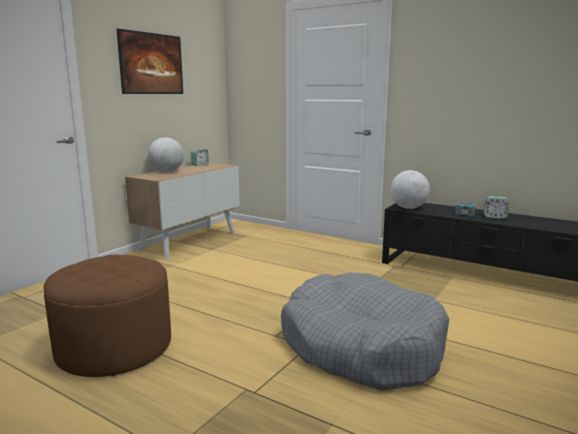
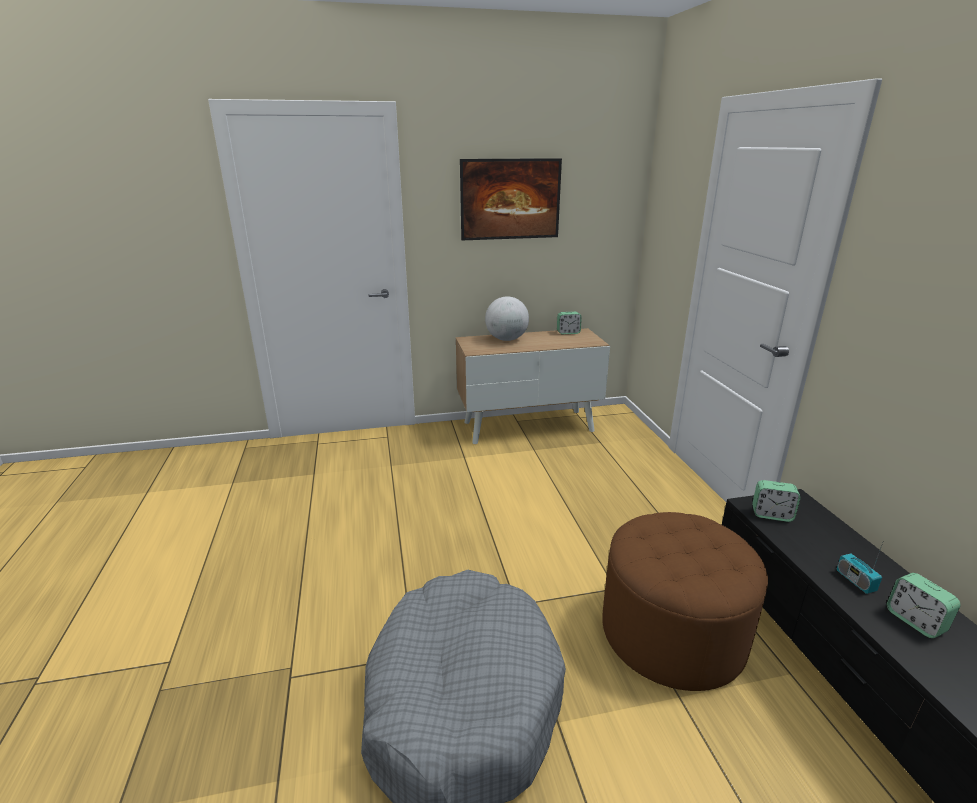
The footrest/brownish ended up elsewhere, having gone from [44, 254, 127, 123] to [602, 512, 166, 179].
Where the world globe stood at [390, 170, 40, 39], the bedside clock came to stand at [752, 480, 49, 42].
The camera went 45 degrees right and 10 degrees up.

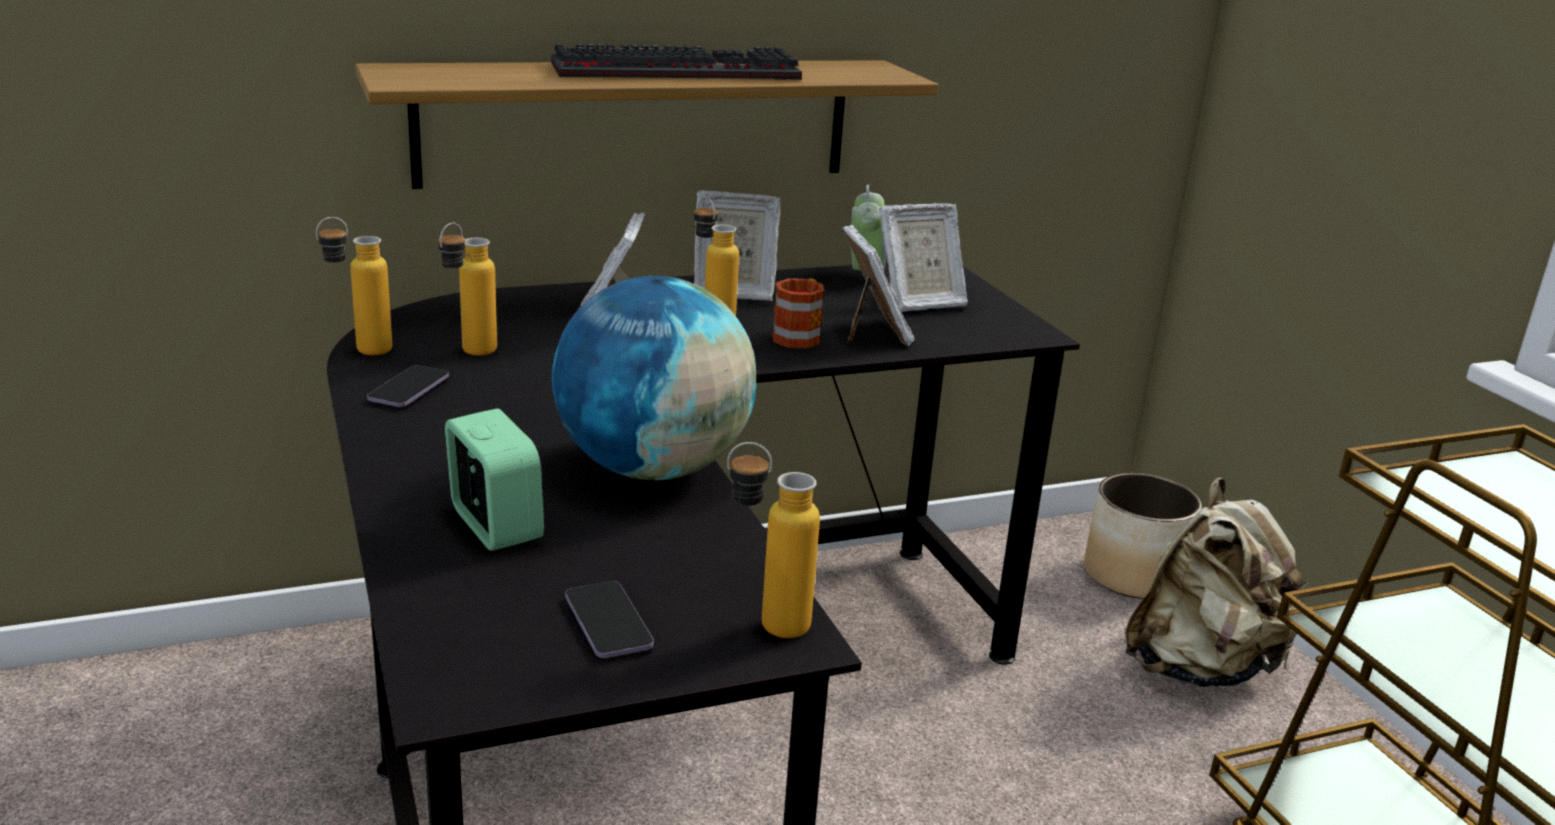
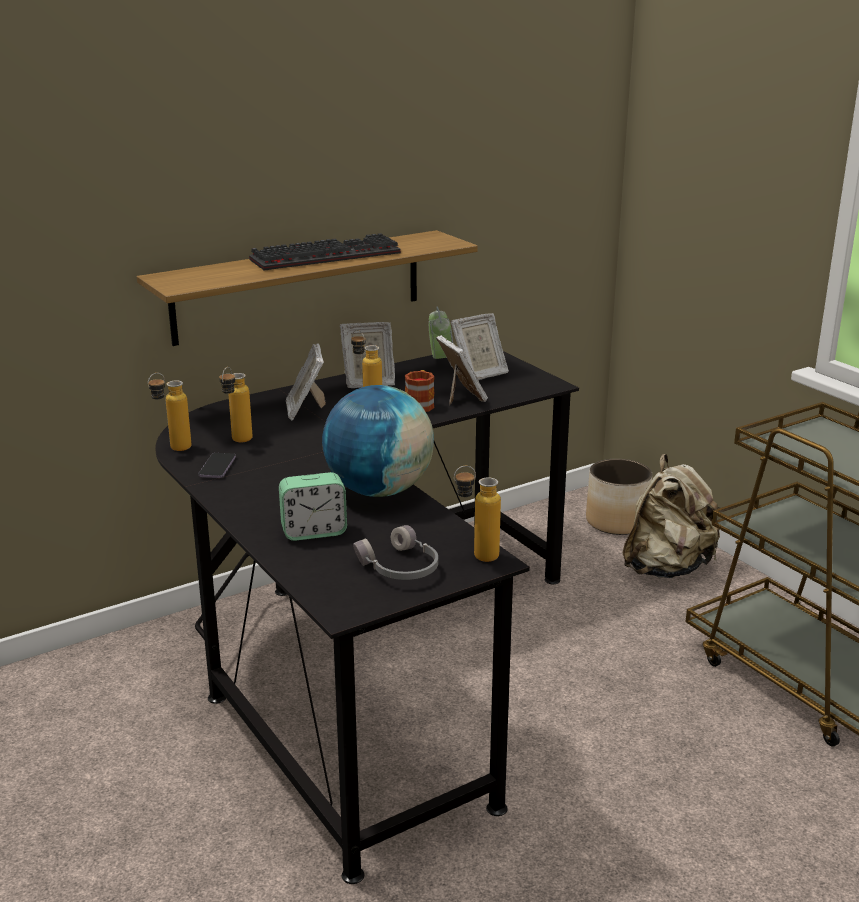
Where the telephone stood at [565, 581, 89, 77], the headphones/greyish came to stand at [353, 525, 85, 55].
The bedside clock at [445, 409, 99, 142] ended up facing another way, 120 degrees clockwise from before.
The camera went 10 degrees left and 0 degrees up.

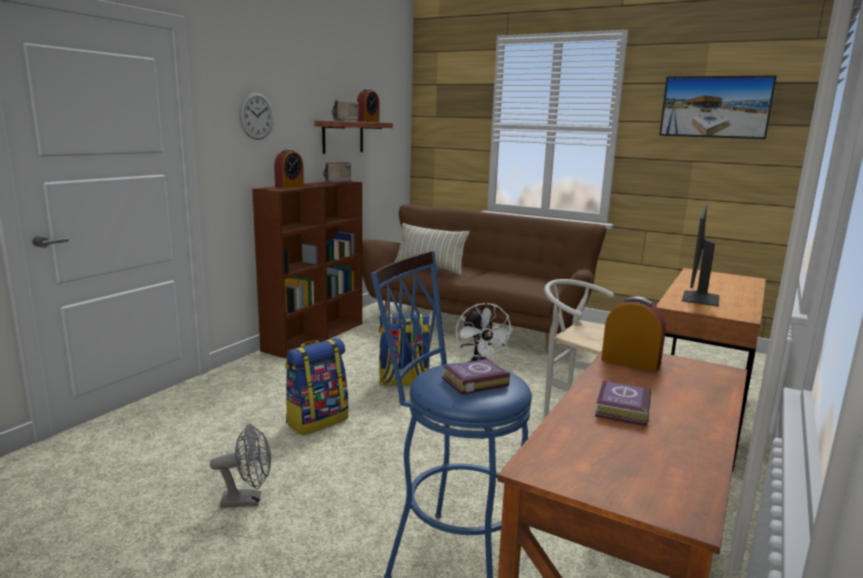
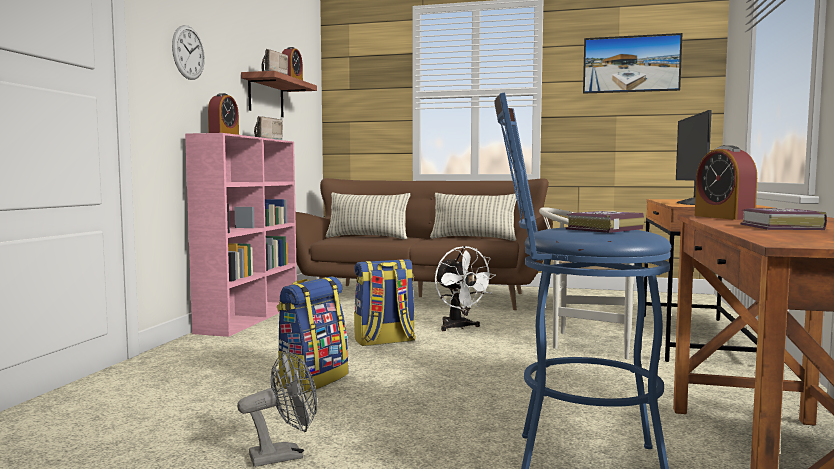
The second view gained the cushion at [430, 193, 88, 48].
What was the bookcase/brownish at [252, 181, 110, 177] turned into the bookcase/pinkish at [185, 133, 112, 204].
The bedside clock at [601, 296, 65, 76] ended up facing another way, 120 degrees counterclockwise from before.
The camera went 15 degrees left and 10 degrees down.

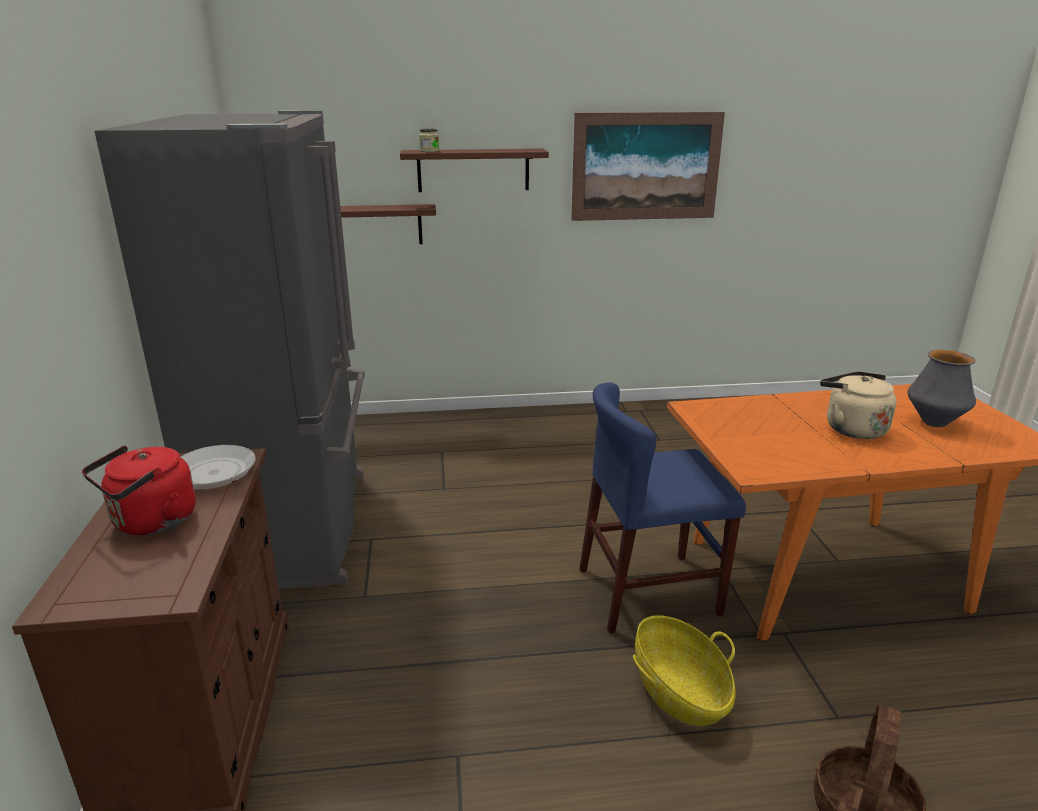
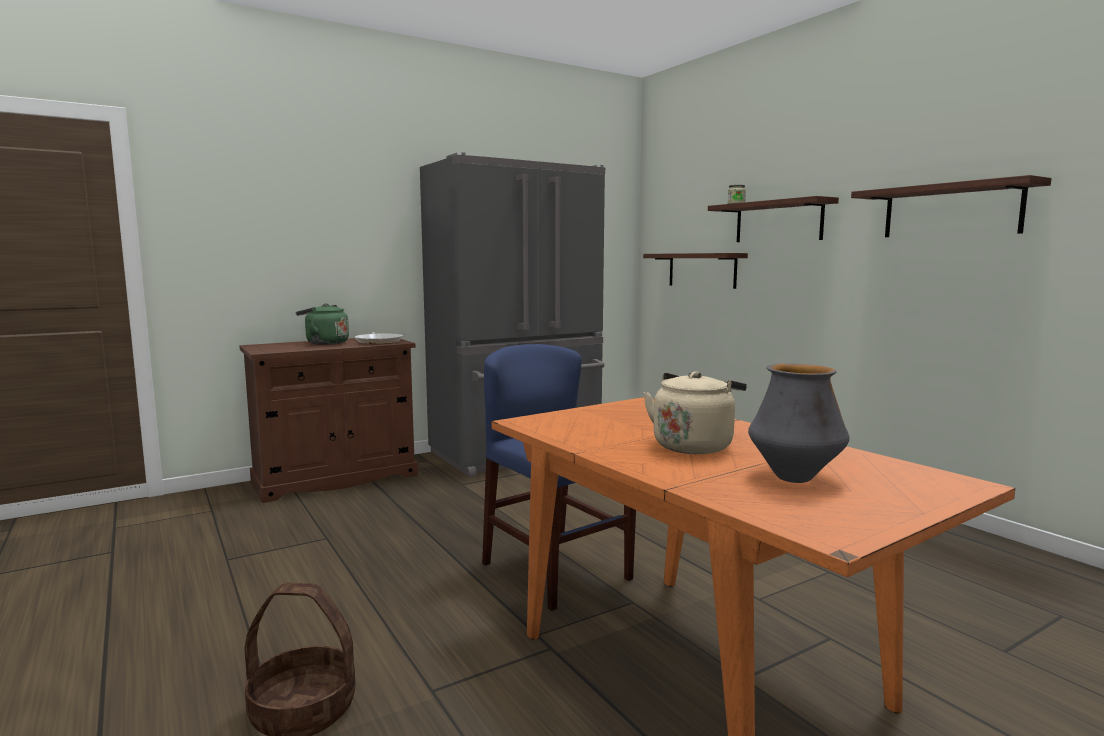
The second view lost the household basket at [633, 615, 103, 111].
Where the wall art hung at [571, 112, 154, 109], the bracket shelf came to hang at [851, 175, 201, 62].
What was the water kettle/red-coloured at [82, 446, 114, 89] turned into the water kettle/green at [296, 303, 53, 42].
The camera went 65 degrees right and 15 degrees down.

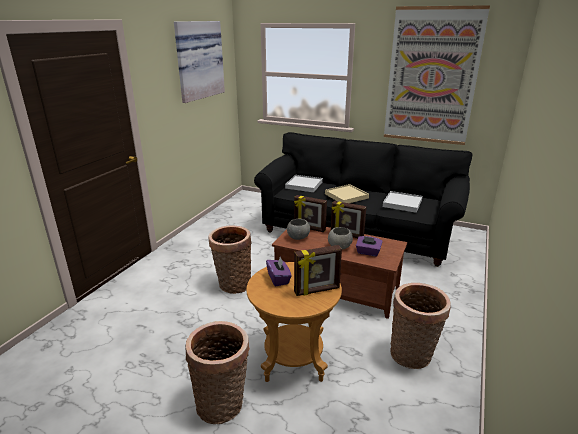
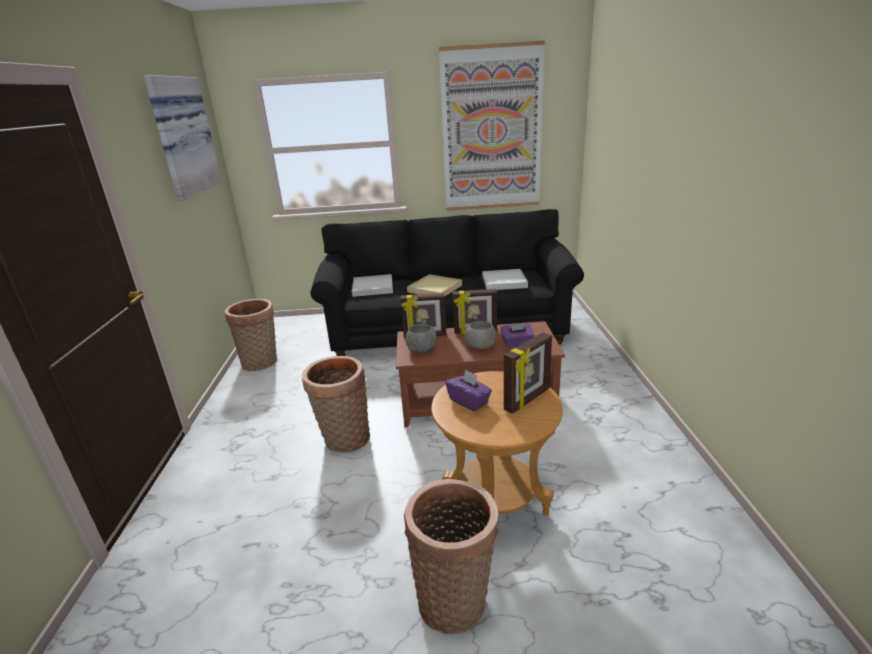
The household basket ended up elsewhere, having gone from [390, 283, 61, 86] to [225, 299, 52, 72].
The camera went 25 degrees left and 0 degrees up.

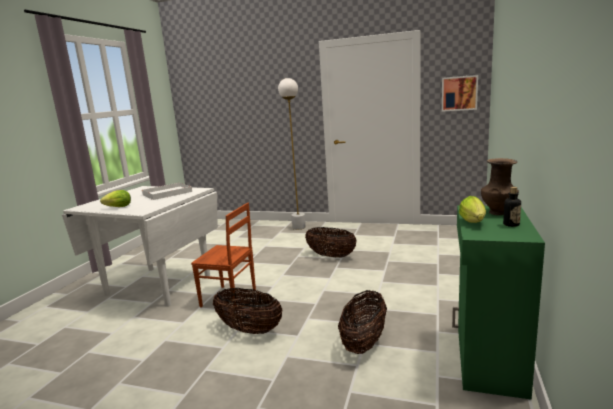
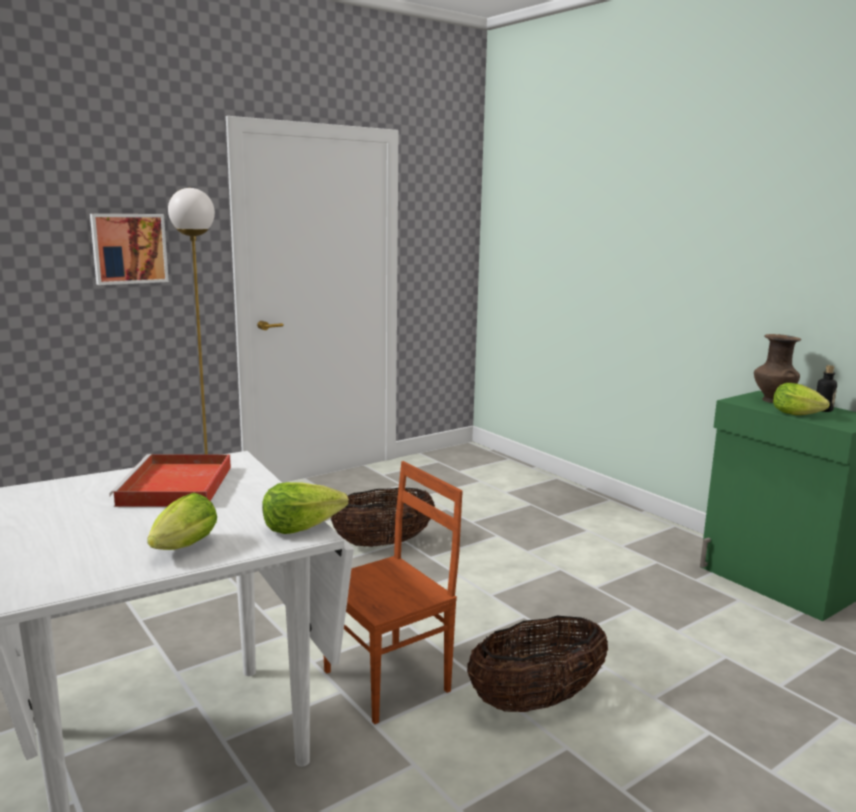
The second view lost the household basket at [338, 290, 49, 64].
The second view gained the head of lettuce at [262, 482, 87, 52].
The wall art ended up elsewhere, having gone from [442, 75, 36, 37] to [90, 214, 79, 71].
What was the serving tray/white-coloured at [142, 183, 50, 17] turned into the serving tray/red-coloured at [109, 454, 122, 53].
The camera went 55 degrees left and 0 degrees up.

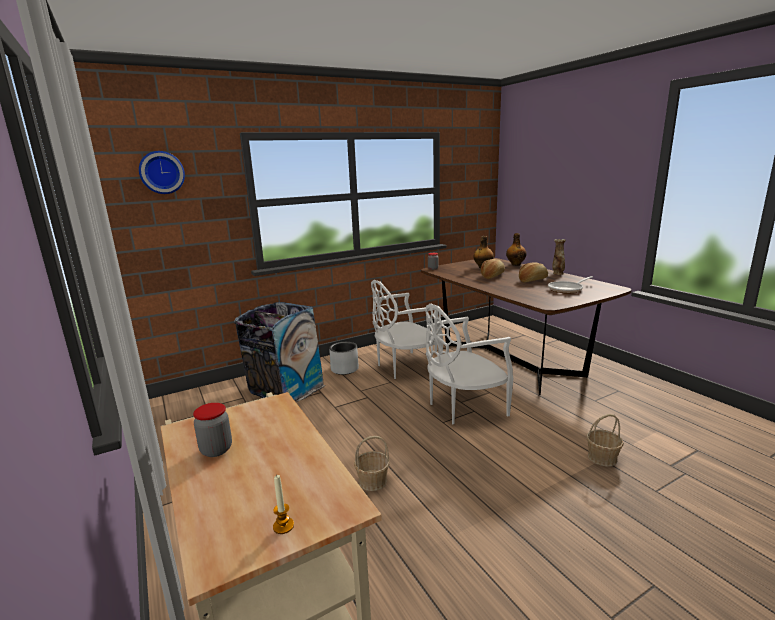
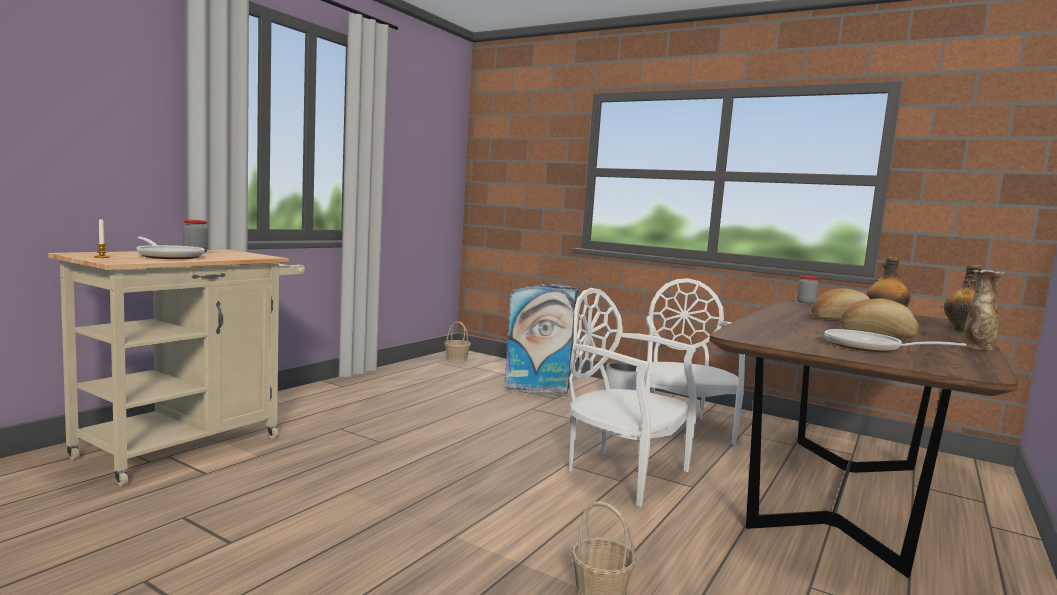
The second view lost the clock on the wall at [139, 151, 46, 43].
The second view gained the skillet at [137, 237, 68, 22].
The household basket ended up elsewhere, having gone from [354, 436, 36, 55] to [444, 321, 27, 41].
The upright chair/white-coloured at [371, 280, 72, 99] ended up facing another way, 60 degrees clockwise from before.
The camera went 60 degrees right and 10 degrees down.

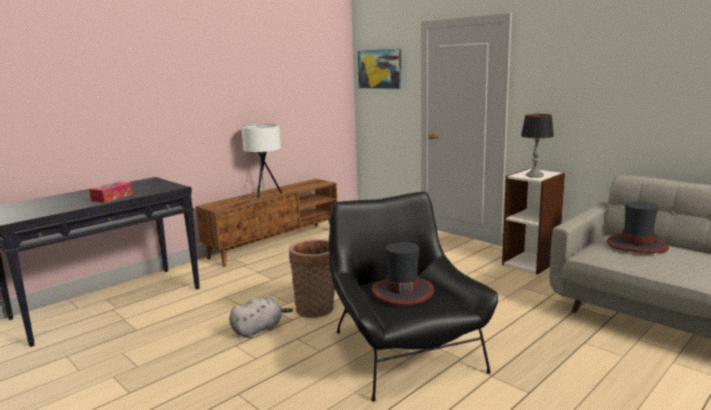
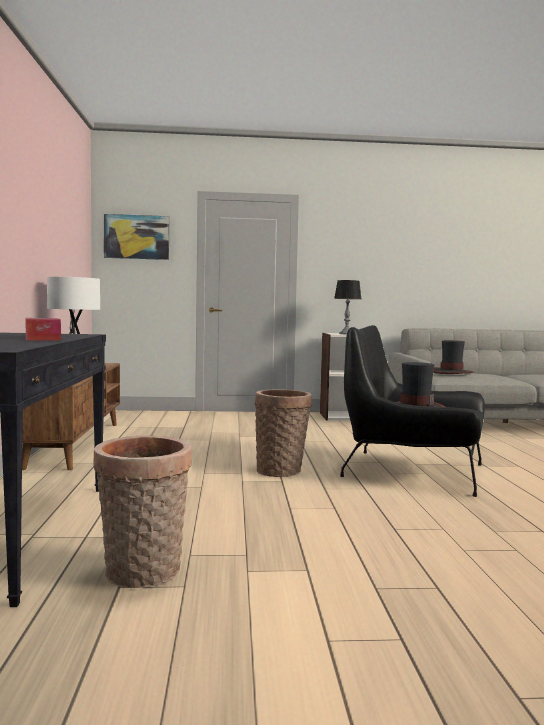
The second view lost the plush toy/greyish at [229, 297, 64, 41].
The second view gained the household basket at [93, 436, 99, 152].
The camera went 50 degrees left and 10 degrees down.

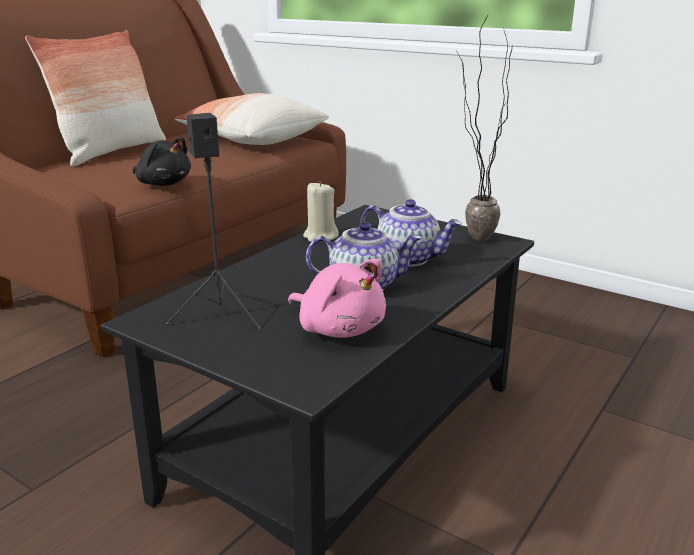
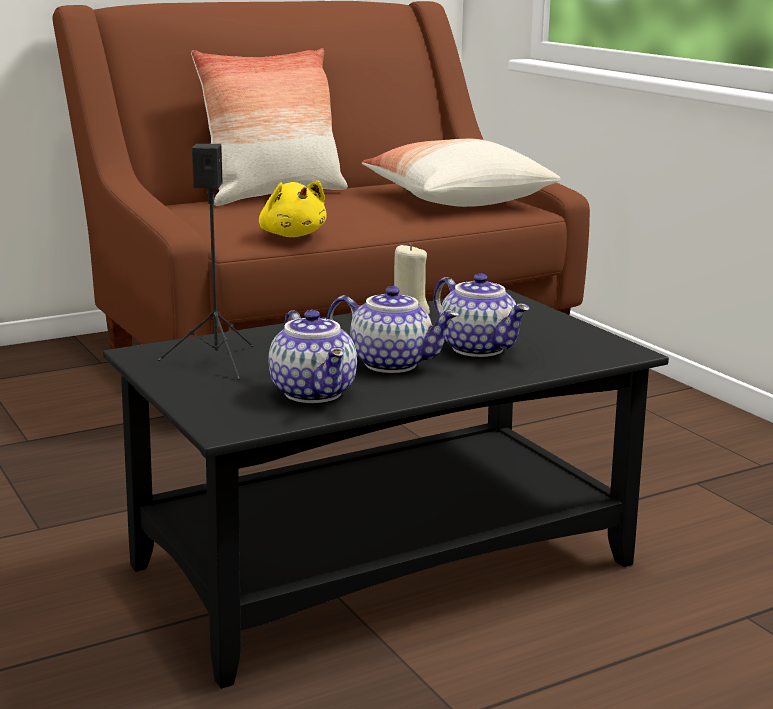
The second view lost the potted plant at [456, 17, 56, 224].
Where the plush toy/pinkish stood at [288, 259, 98, 79], the pot for tea came to stand at [268, 310, 89, 93].
What was the plush toy/black at [133, 137, 58, 49] turned into the plush toy/yellowish at [259, 181, 68, 56].
The camera went 25 degrees right and 5 degrees down.

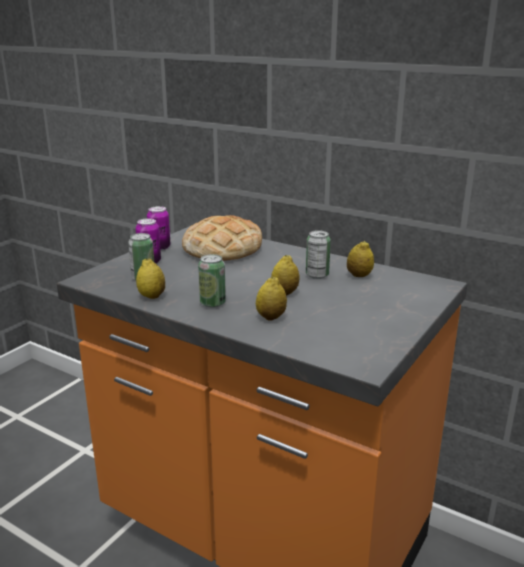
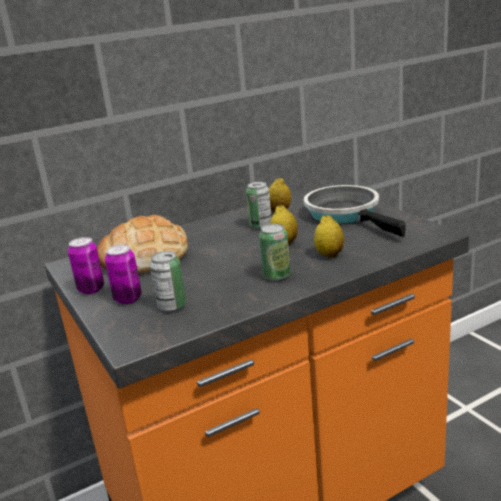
The second view lost the whole lemon at [136, 259, 29, 40].
The second view gained the skillet at [304, 185, 102, 52].
The camera went 60 degrees left and 0 degrees up.

